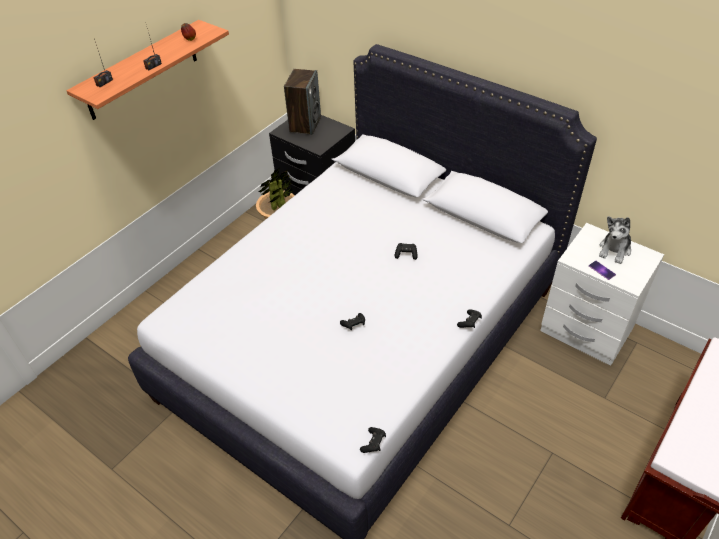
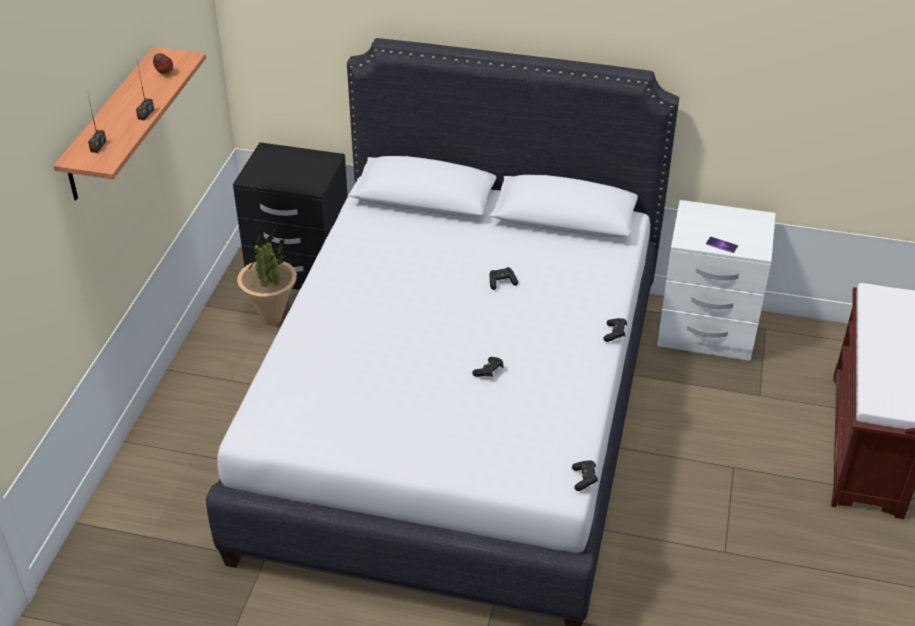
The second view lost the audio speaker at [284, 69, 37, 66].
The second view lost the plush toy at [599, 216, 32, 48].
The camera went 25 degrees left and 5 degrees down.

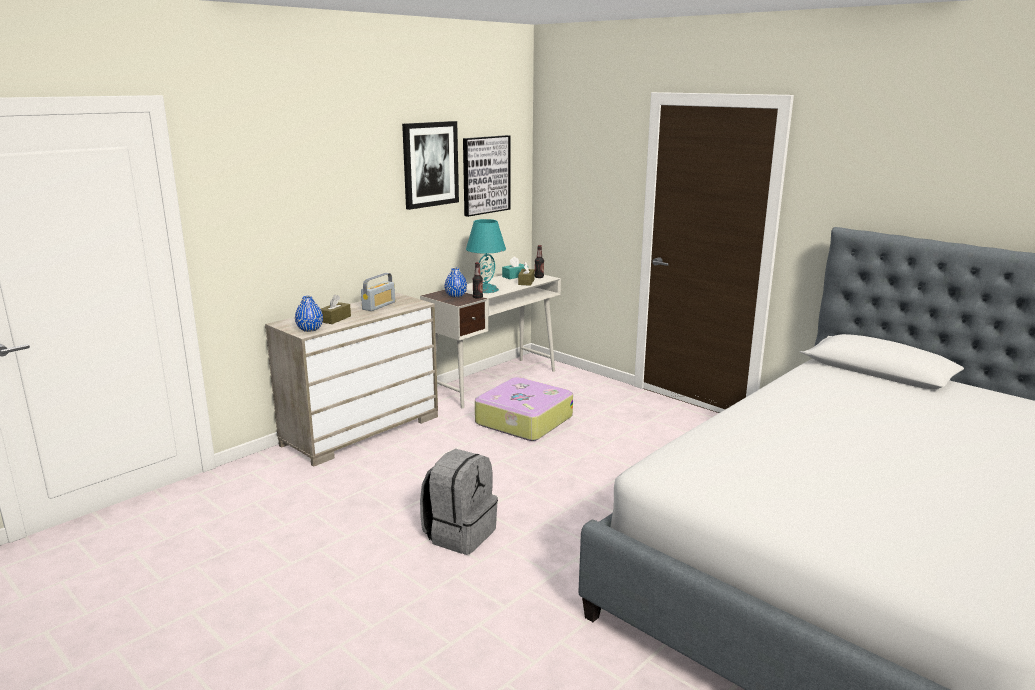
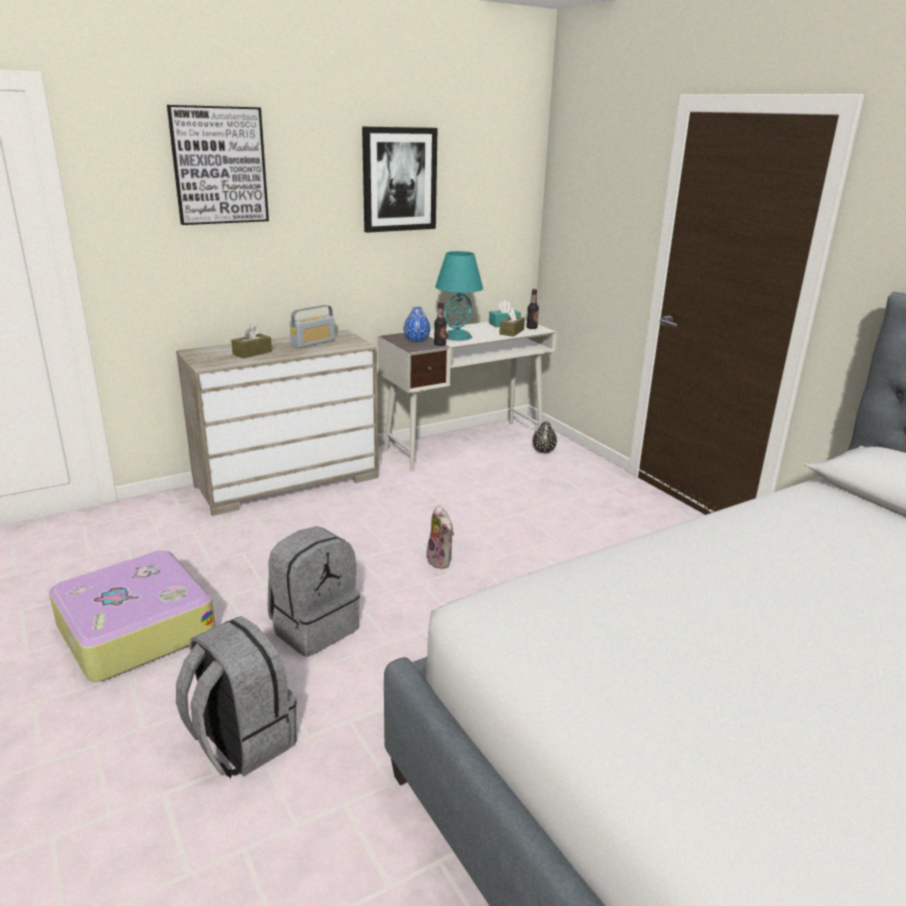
The second view lost the decorative vase/bluish at [295, 296, 28, 36].
The second view gained the knapsack/greyish at [176, 616, 121, 162].
The second view gained the plush toy at [427, 505, 27, 64].
The second view gained the decorative vase/black at [532, 421, 25, 33].
The wall art ended up elsewhere, having gone from [463, 135, 47, 82] to [167, 105, 102, 120].
The travel case ended up elsewhere, having gone from [475, 377, 98, 64] to [49, 551, 166, 131].
The camera went 15 degrees right and 5 degrees up.

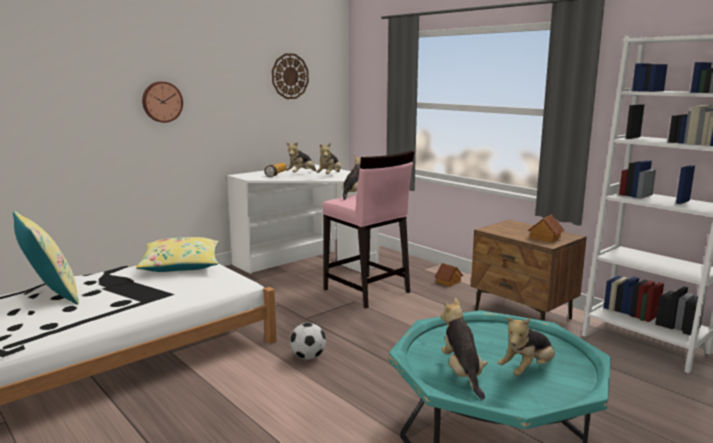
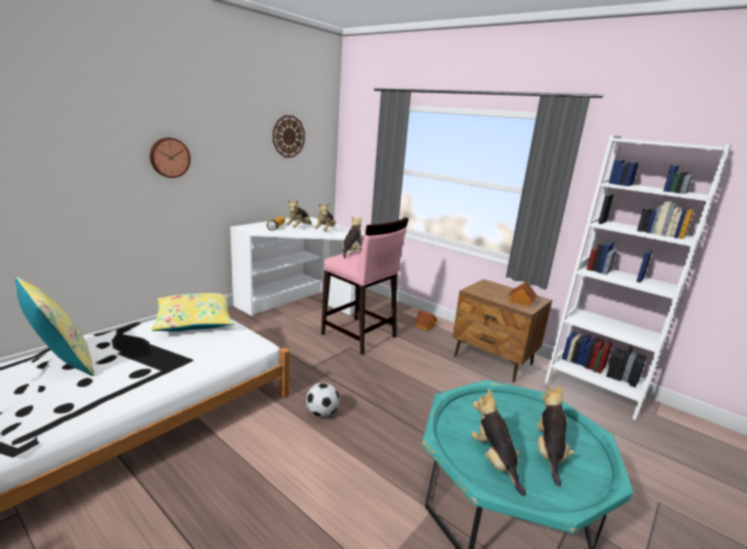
The plush toy at [498, 318, 57, 58] ended up facing another way, 150 degrees clockwise from before.
The camera went 10 degrees left and 5 degrees up.

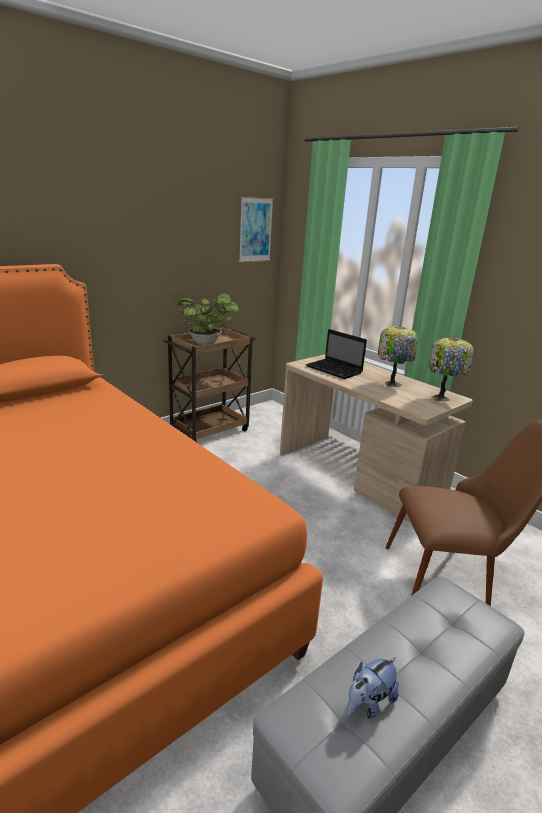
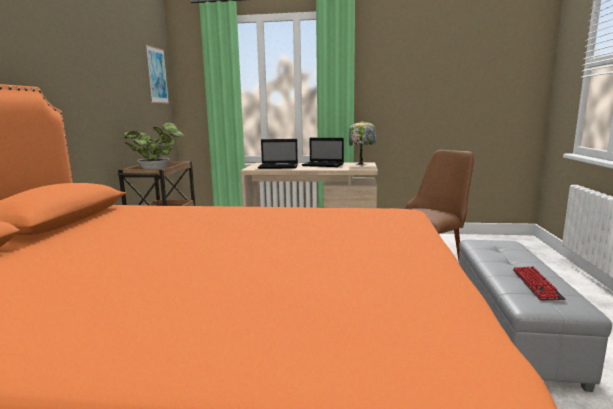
Where the plush toy stood at [347, 657, 52, 62], the computer keyboard came to stand at [513, 266, 52, 34].
Where the lamp for a table stood at [378, 326, 40, 61], the laptop came to stand at [302, 138, 42, 29].
The camera went 40 degrees left and 10 degrees down.

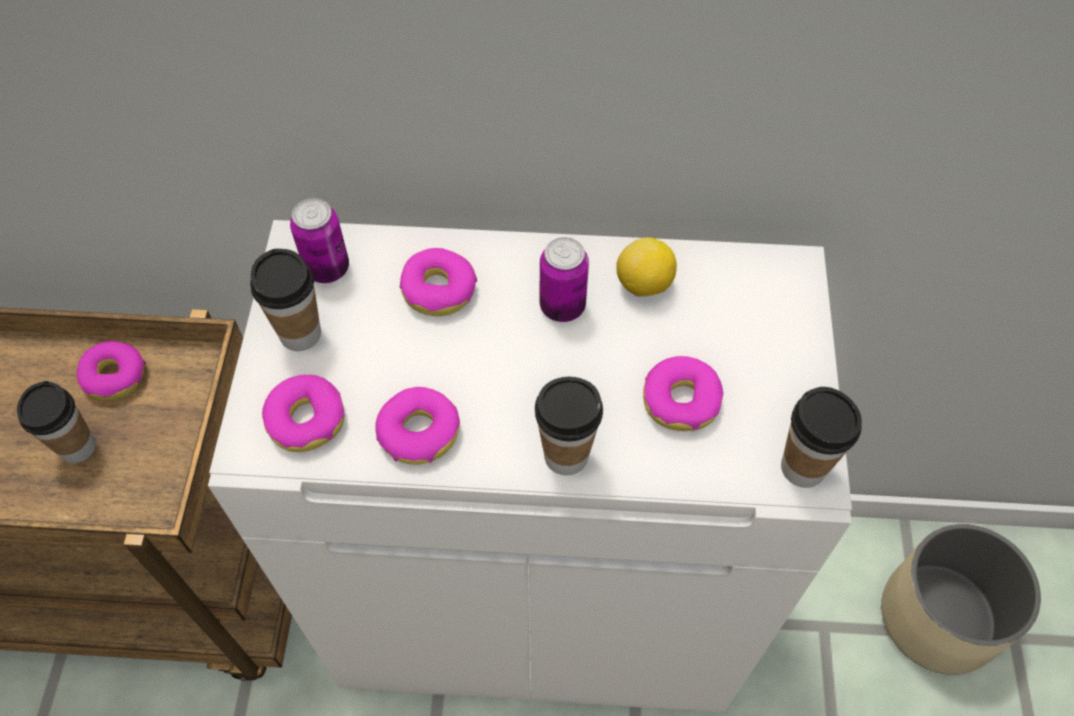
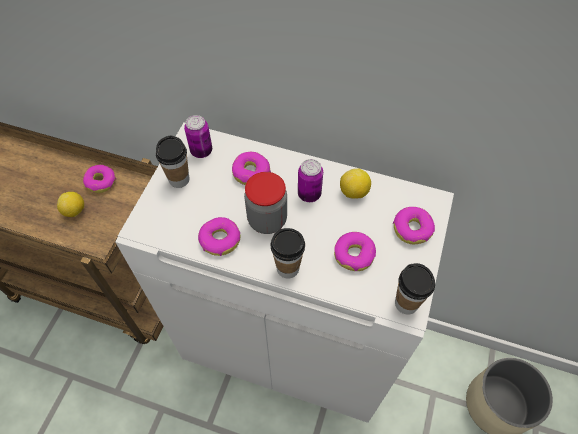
The second view gained the storage jar at [244, 172, 43, 62].
The ring doughnut ended up elsewhere, having gone from [262, 375, 82, 77] to [393, 207, 42, 37].
Where the drinking cup stood at [17, 381, 79, 82], the whole lemon came to stand at [57, 192, 27, 25].
The camera went 15 degrees right and 0 degrees up.

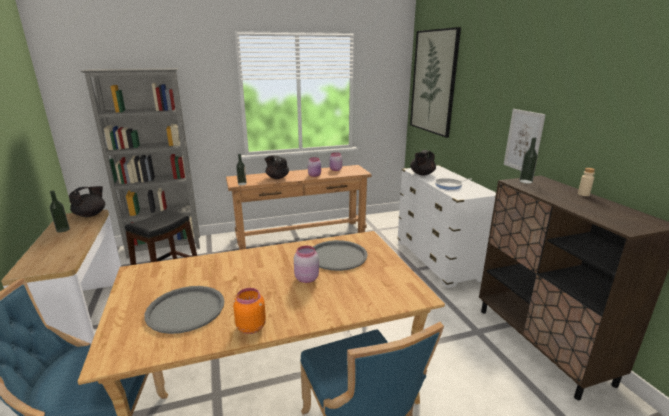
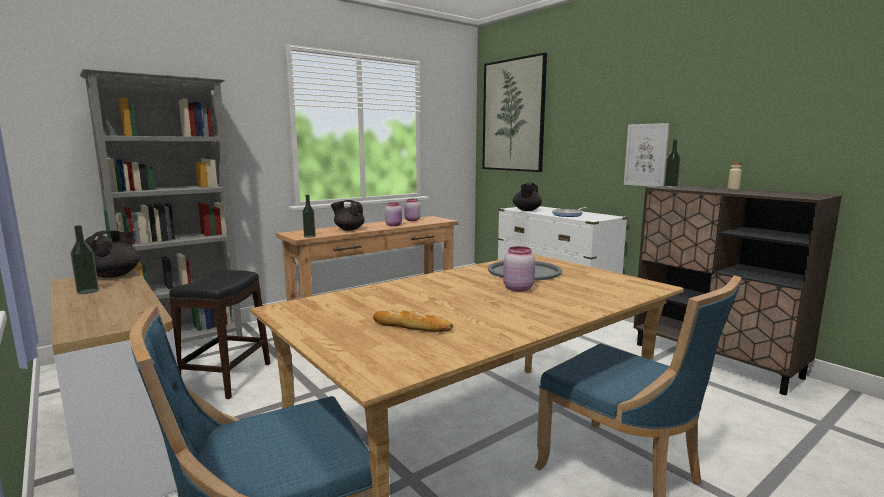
The second view lost the storage jar/orangey at [233, 288, 33, 46].
Where the serving tray/greyish stood at [144, 286, 80, 48], the bakery bread came to stand at [373, 310, 80, 22].
The camera went 20 degrees left and 10 degrees down.

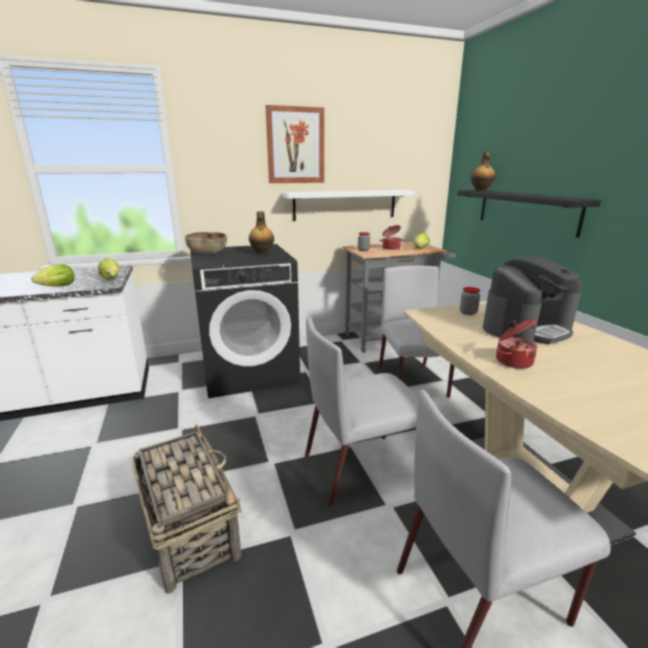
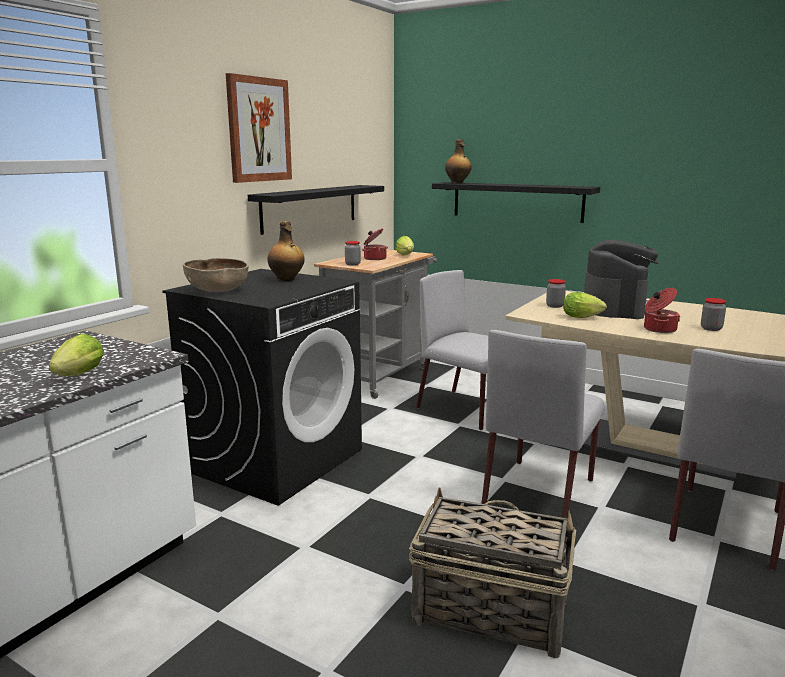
The second view gained the storage jar at [701, 298, 25, 33].
The head of lettuce ended up elsewhere, having gone from [98, 258, 22, 22] to [563, 292, 44, 26].
What was the bracket shelf/white-coloured at [282, 190, 133, 31] turned into the bracket shelf/black at [248, 185, 136, 50].
The camera went 40 degrees left and 5 degrees down.

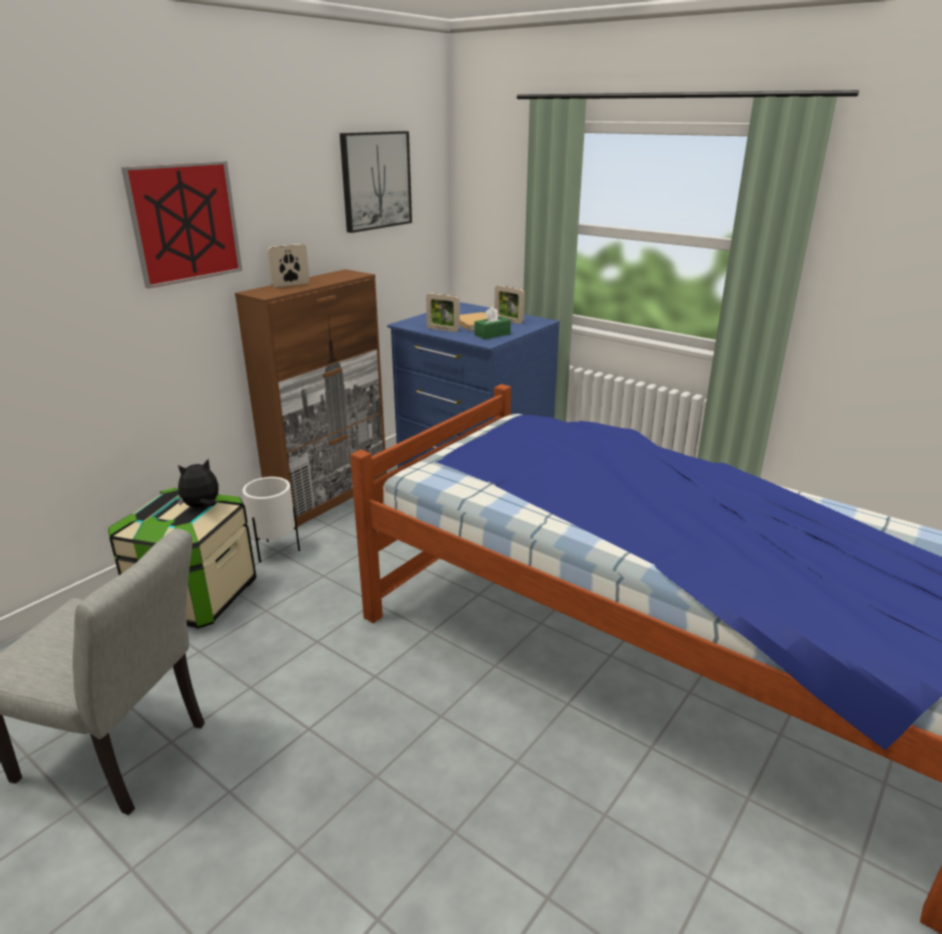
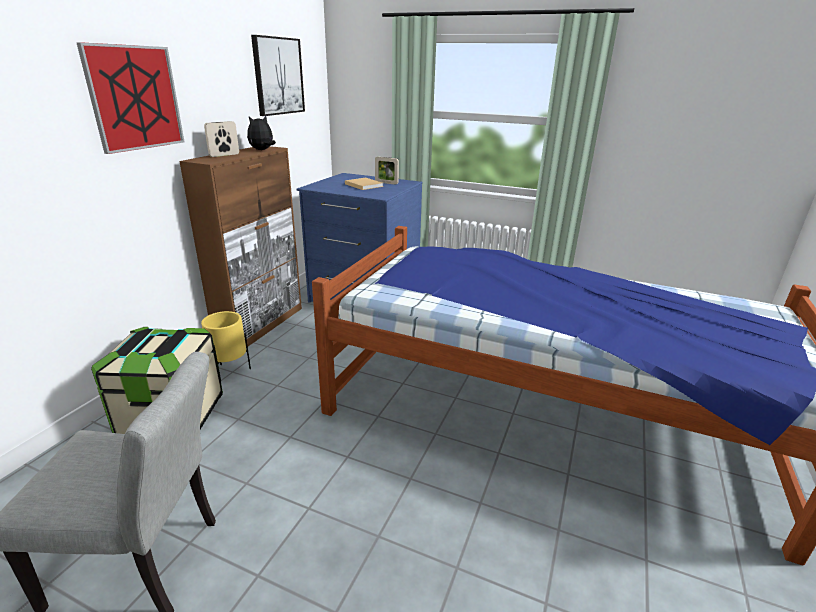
The second view lost the photo frame at [426, 293, 34, 39].
The second view lost the tissue holder/green at [474, 306, 37, 33].
The plush toy ended up elsewhere, having gone from [178, 459, 41, 49] to [247, 116, 29, 34].
What was the plant pot/white-coloured at [242, 477, 58, 85] turned into the plant pot/yellowish at [201, 311, 50, 69].
The camera went 15 degrees left and 0 degrees up.

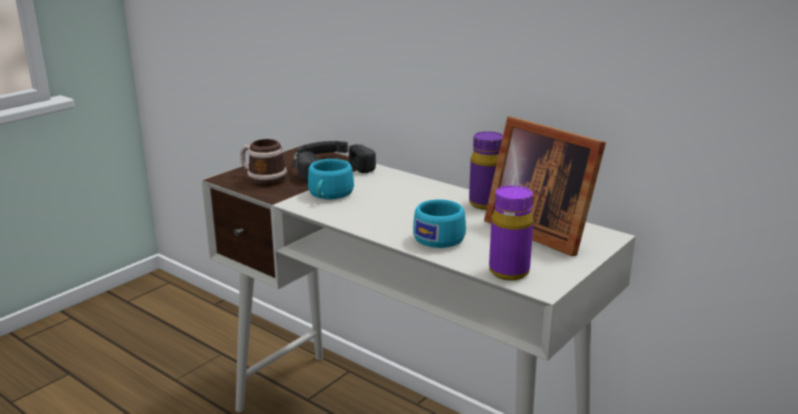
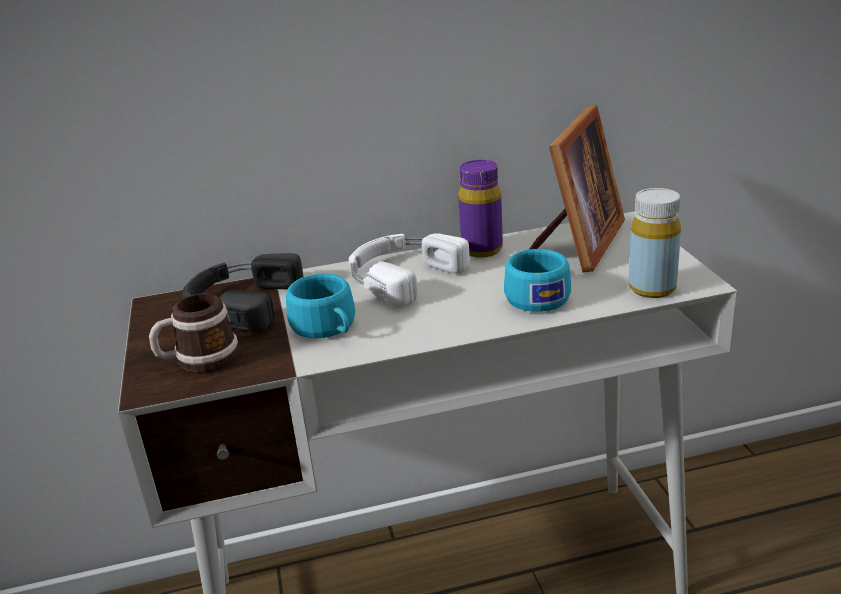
The second view gained the headphones/white-coloured at [348, 233, 122, 74].
What was the drink bottle/purple-coloured at [489, 185, 44, 95] turned into the drink bottle/yellowish at [629, 188, 52, 110].
The photo frame at [484, 117, 122, 139] ended up facing another way, 60 degrees counterclockwise from before.
The camera went 50 degrees left and 5 degrees up.

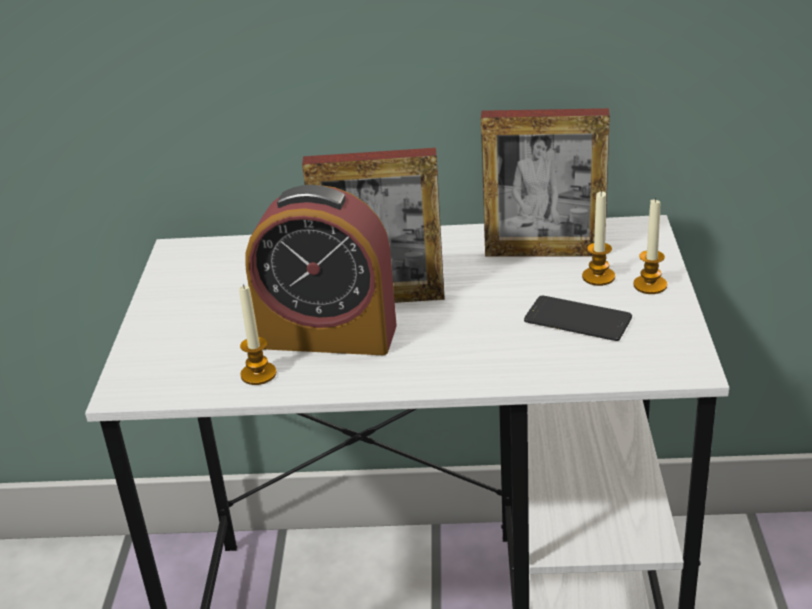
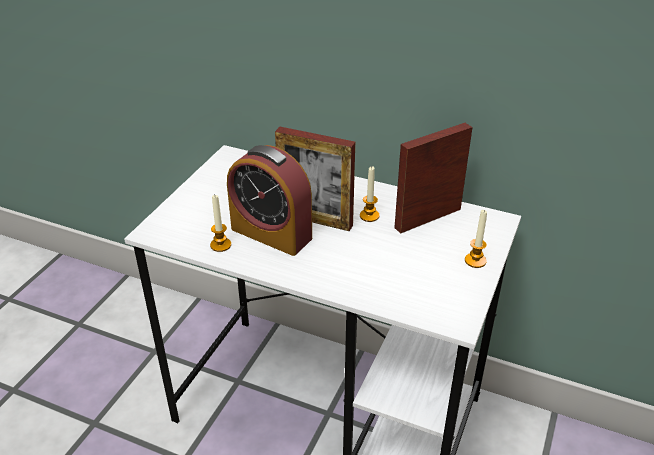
The second view lost the telephone at [524, 296, 108, 45].
The candle ended up elsewhere, having gone from [582, 191, 33, 95] to [360, 166, 20, 56].
The photo frame at [481, 108, 129, 149] ended up facing another way, 120 degrees clockwise from before.
The camera went 20 degrees right and 5 degrees up.

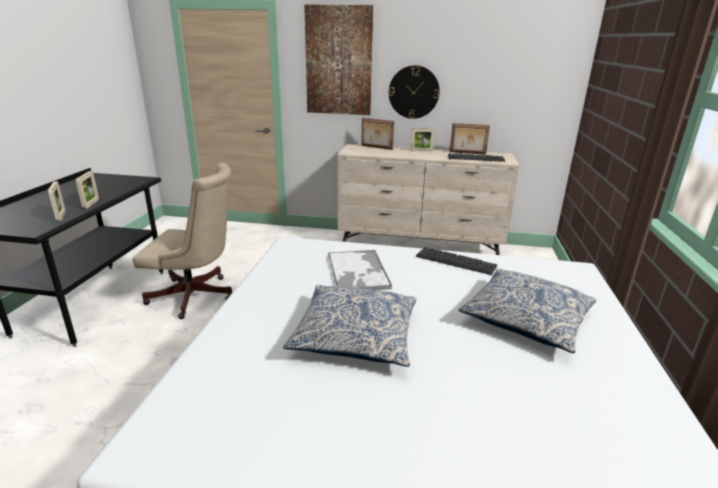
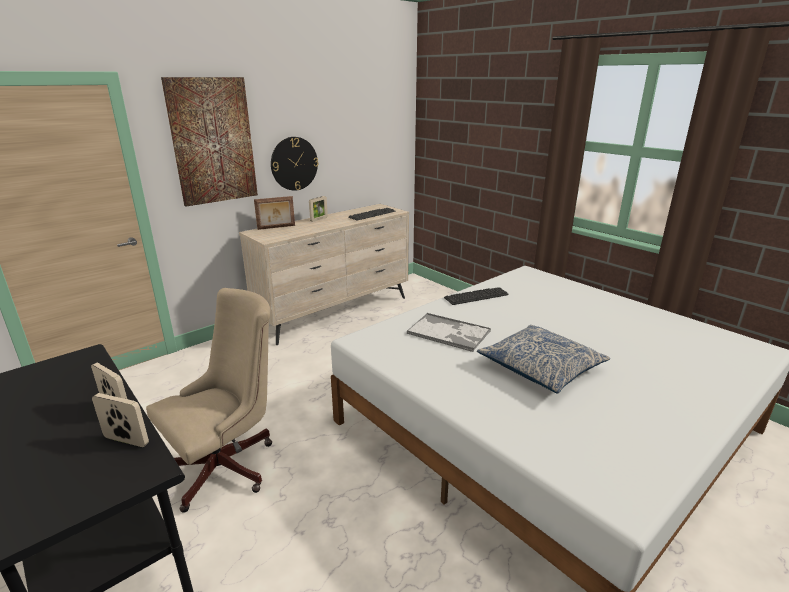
The second view lost the photo frame at [450, 123, 40, 32].
The second view lost the cushion at [458, 268, 139, 85].
The camera went 50 degrees left and 0 degrees up.

